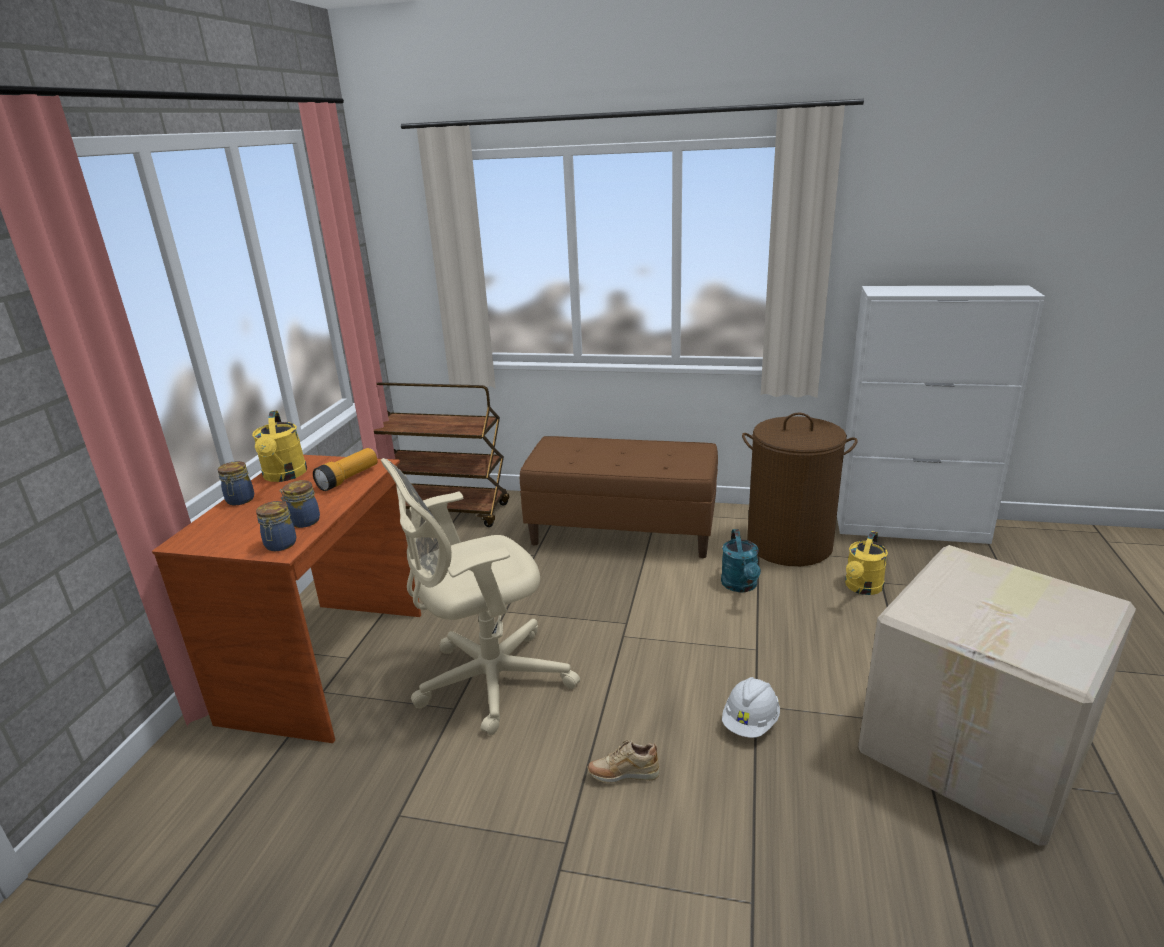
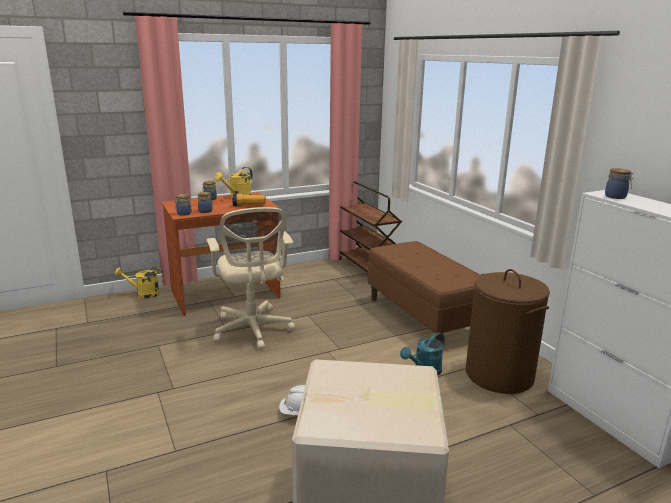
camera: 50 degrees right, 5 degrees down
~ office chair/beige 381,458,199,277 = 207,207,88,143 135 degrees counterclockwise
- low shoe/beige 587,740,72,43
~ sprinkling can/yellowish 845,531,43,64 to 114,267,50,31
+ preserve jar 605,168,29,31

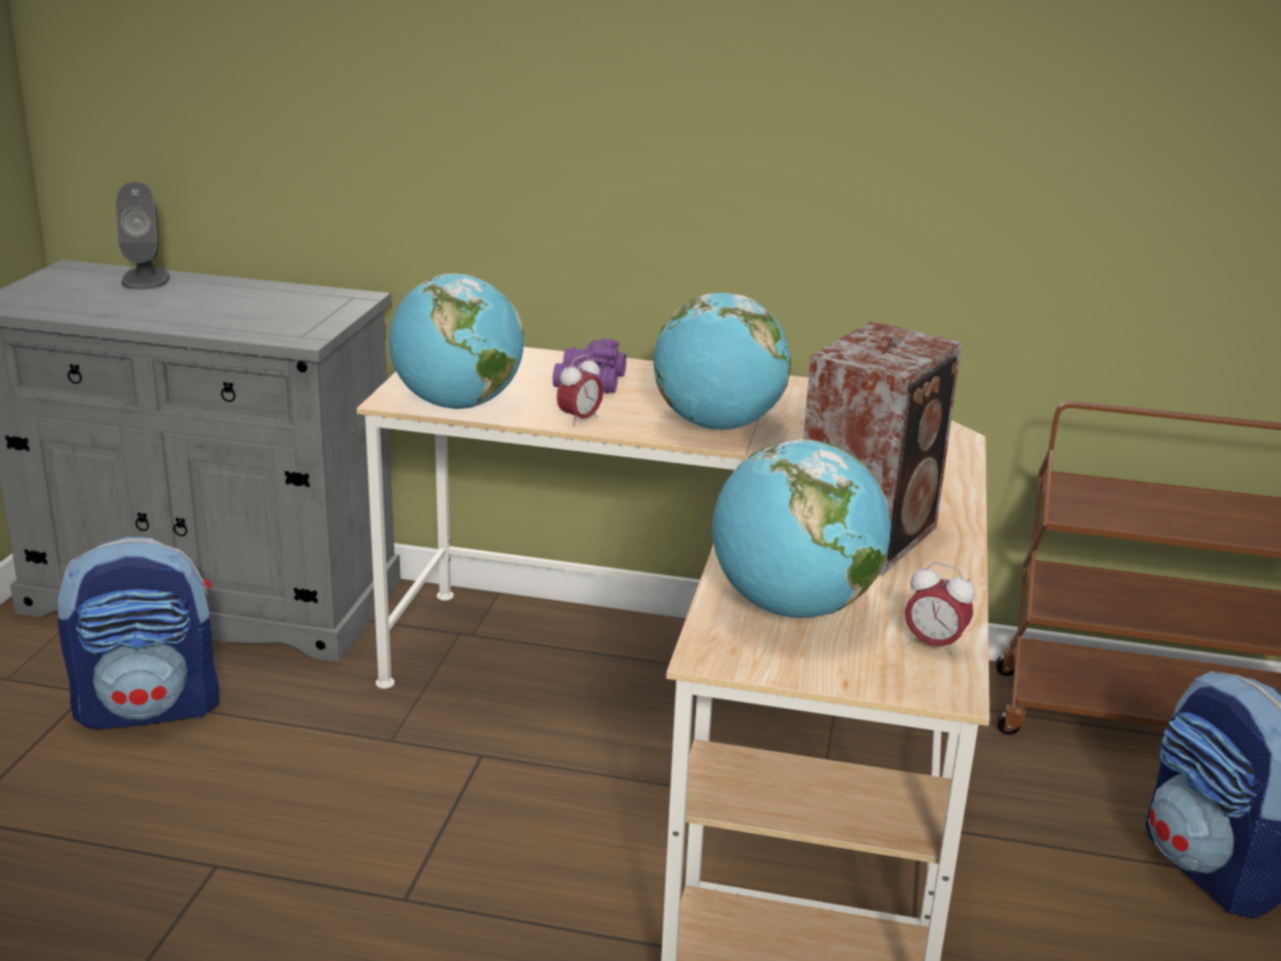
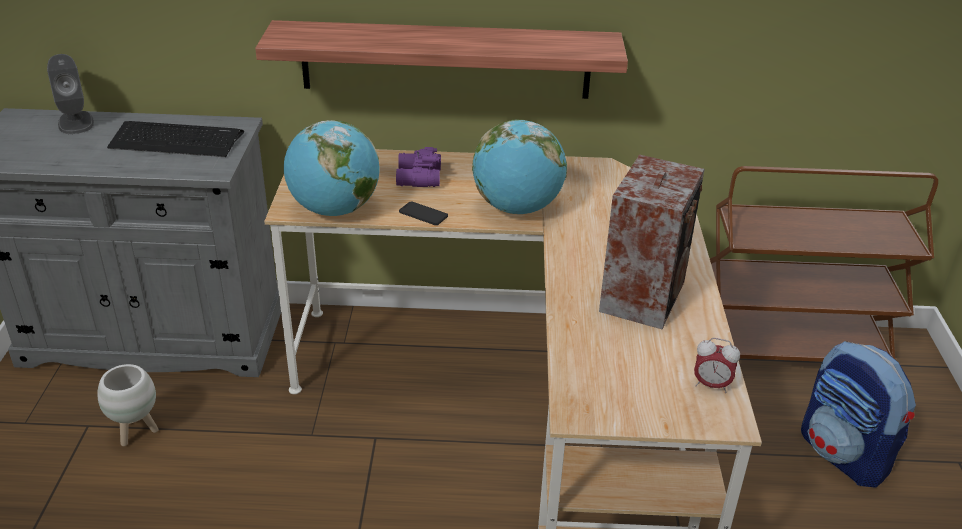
camera: 10 degrees left, 10 degrees up
~ backpack 58,536,161,193 to plant pot/whitish 97,364,62,82
~ table clock 557,355,47,72 to phone 399,202,49,23
- desk globe 712,439,178,179
+ keyboard 107,121,137,36
+ wall shelf 255,20,373,79

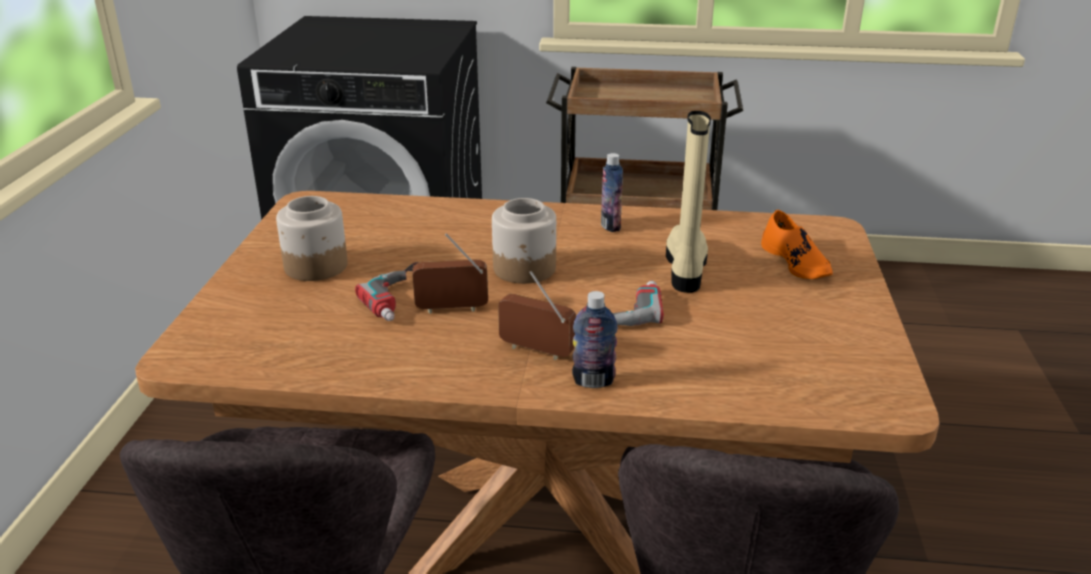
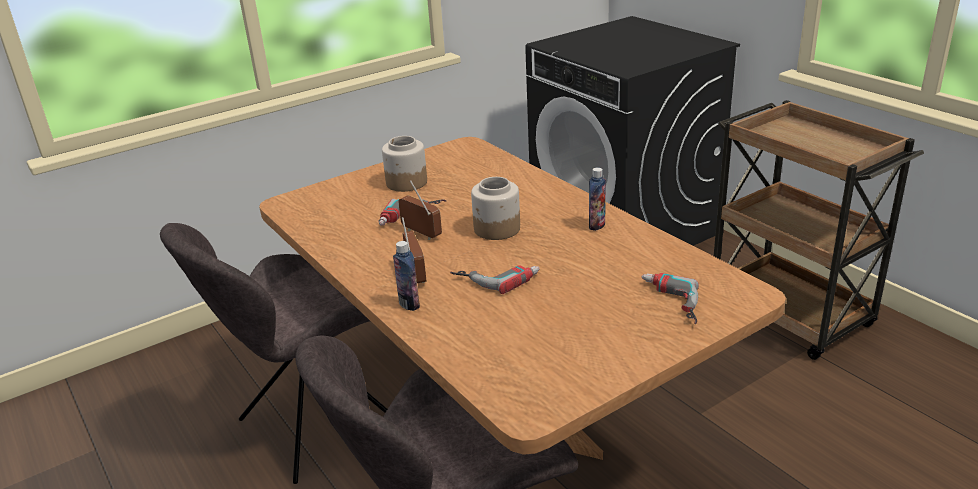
camera: 50 degrees right, 0 degrees up
- tall boot/beige 666,111,45,182
~ low shoe/orange 761,210,72,69 to power drill 641,273,58,51

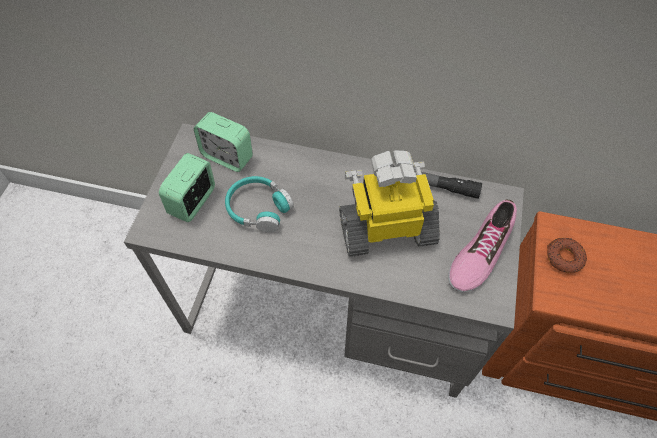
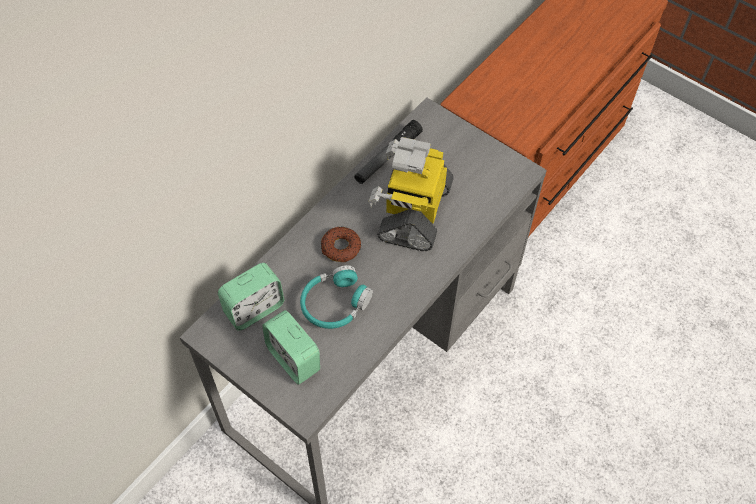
camera: 65 degrees left, 0 degrees up
- low shoe 448,200,69,93
~ doughnut 547,238,40,35 to 321,227,40,35

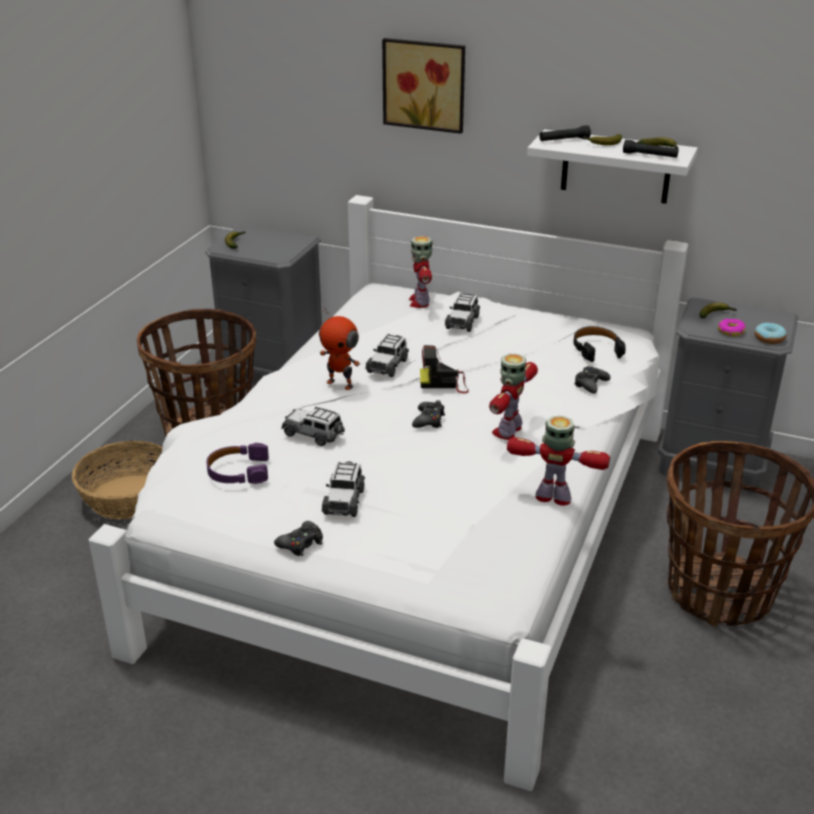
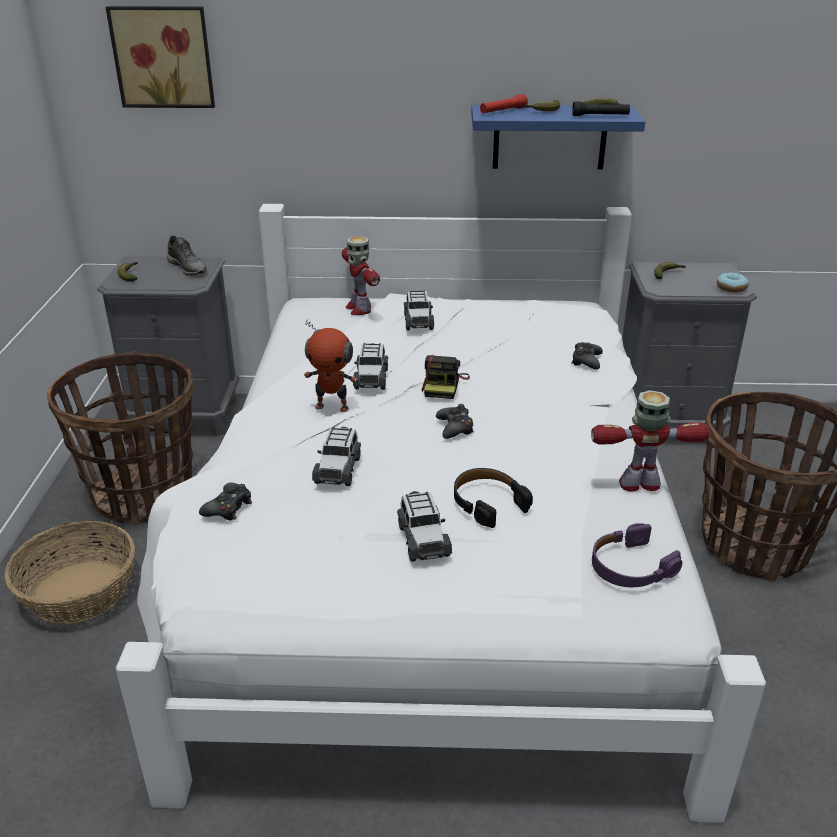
camera: 20 degrees left, 0 degrees up
~ headset/purple-coloured 206,443,63,41 to 592,523,90,64
~ gamepad/blackish 274,521,49,35 to 199,483,53,37
~ toy car 281,407,64,39 = 312,427,49,59 90 degrees counterclockwise
~ wall picture 382,38,83,96 to 106,6,109,102
~ still camera 420,345,49,49 = 422,355,48,44 60 degrees counterclockwise
- robot figure 489,354,49,86
~ wall shelf/whitish 527,129,171,75 to wall shelf/blue 471,105,174,65
~ hand torch/blackish 539,125,52,16 to hand torch/red-coloured 480,94,48,20
~ headset/blackish 573,326,53,36 to 454,468,79,60
- doughnut 718,319,28,17
+ low shoe/gray 167,236,40,39

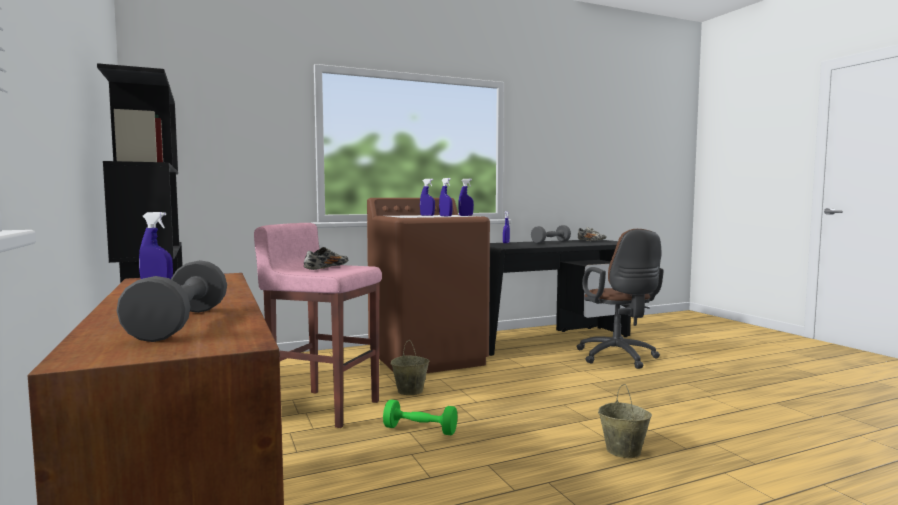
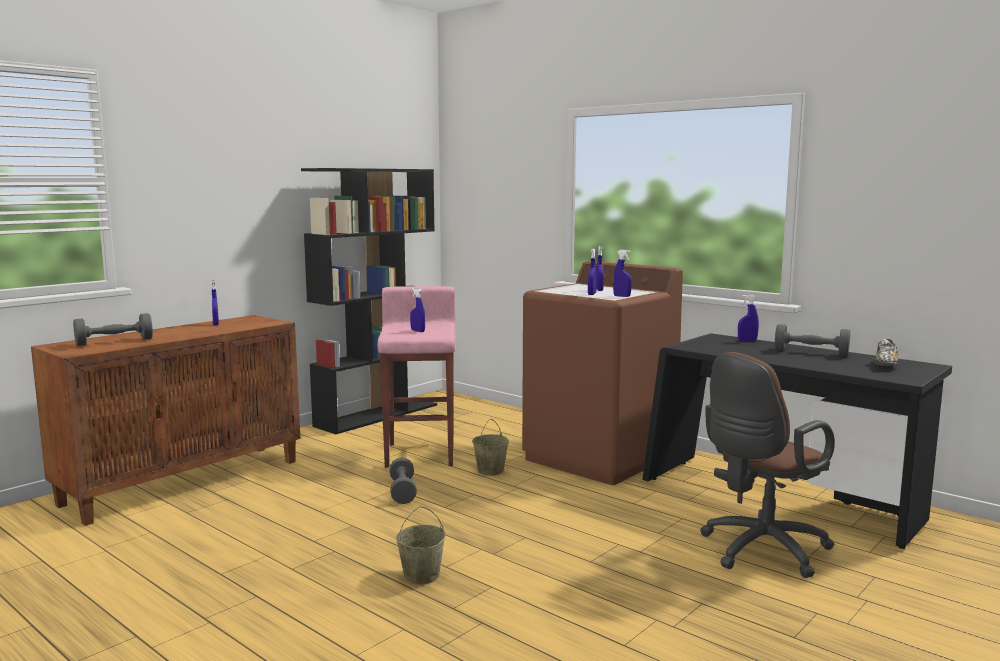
camera: 65 degrees right, 5 degrees up
~ low shoe 304,247,45,23 to hand sprayer/blue 410,288,15,44
~ free weight/green-coloured 383,400,74,36 to free weight/gray 389,458,28,46

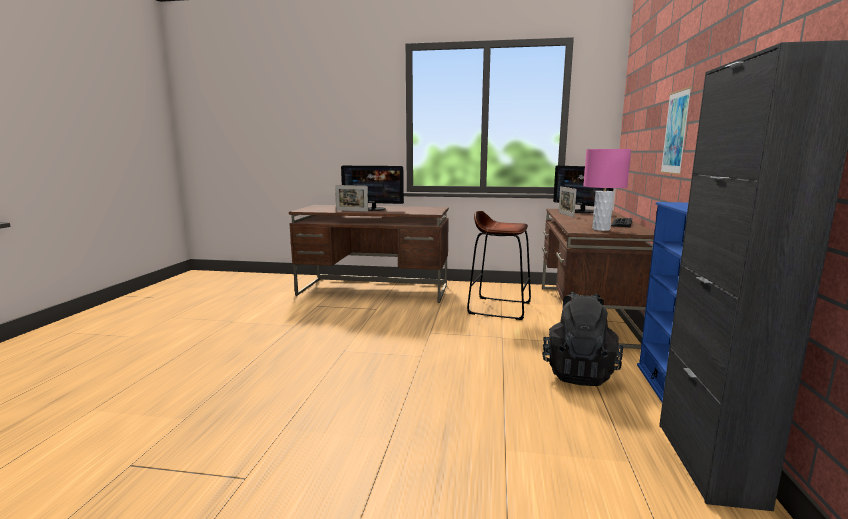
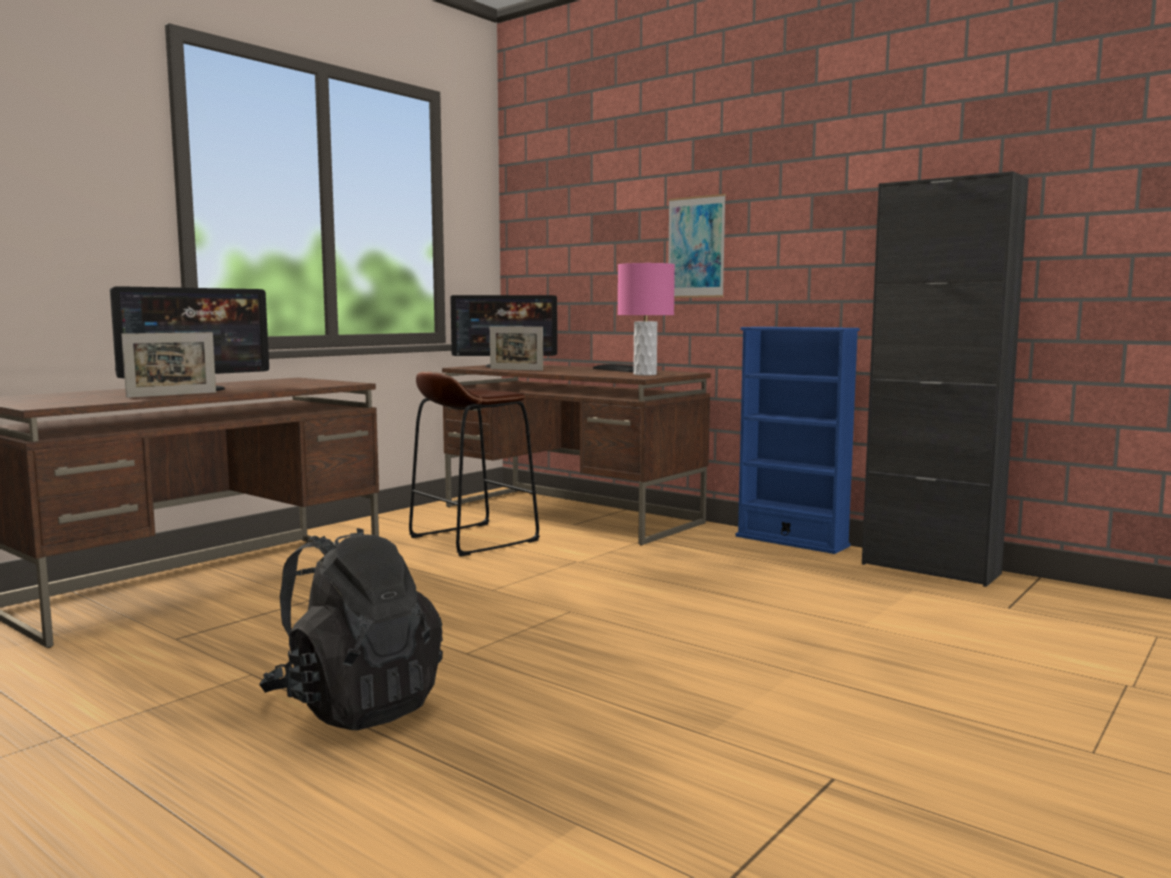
camera: 60 degrees left, 5 degrees down
~ backpack/blackish 542,292,82,94 to 259,528,184,202

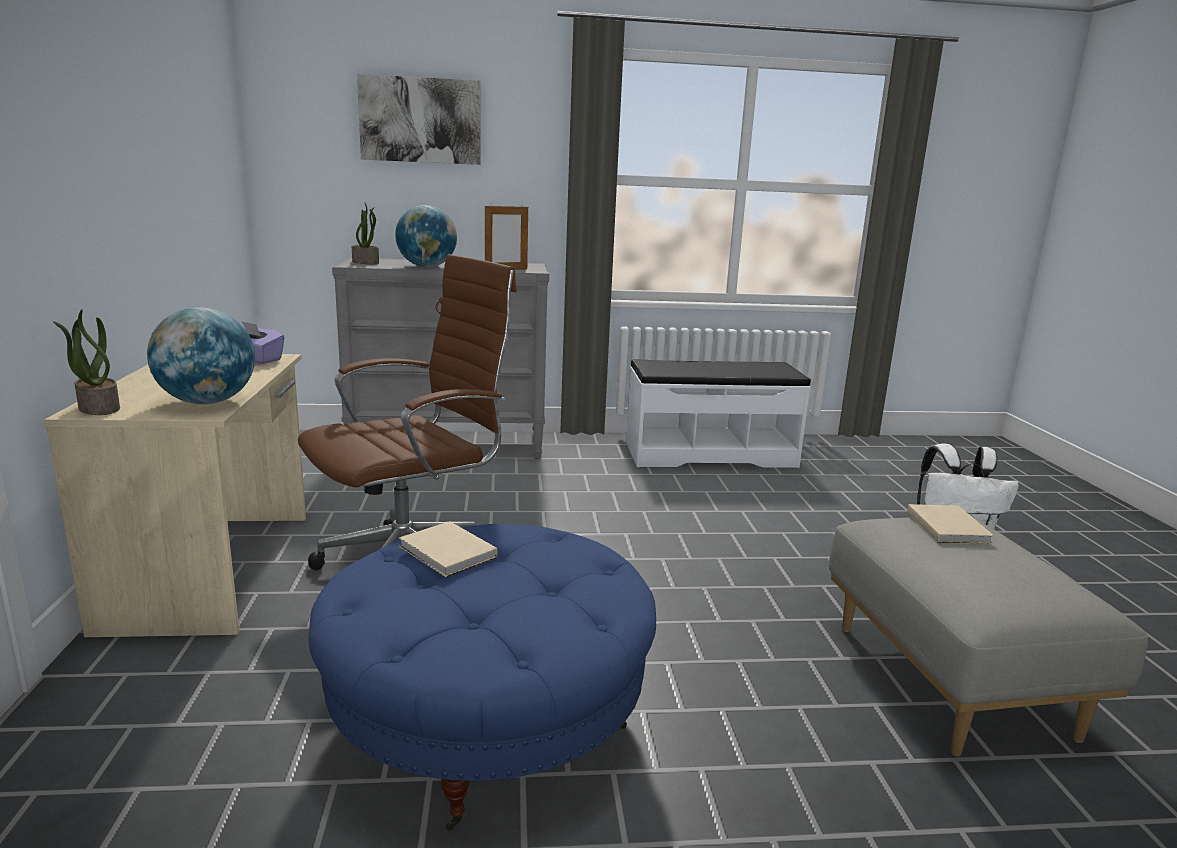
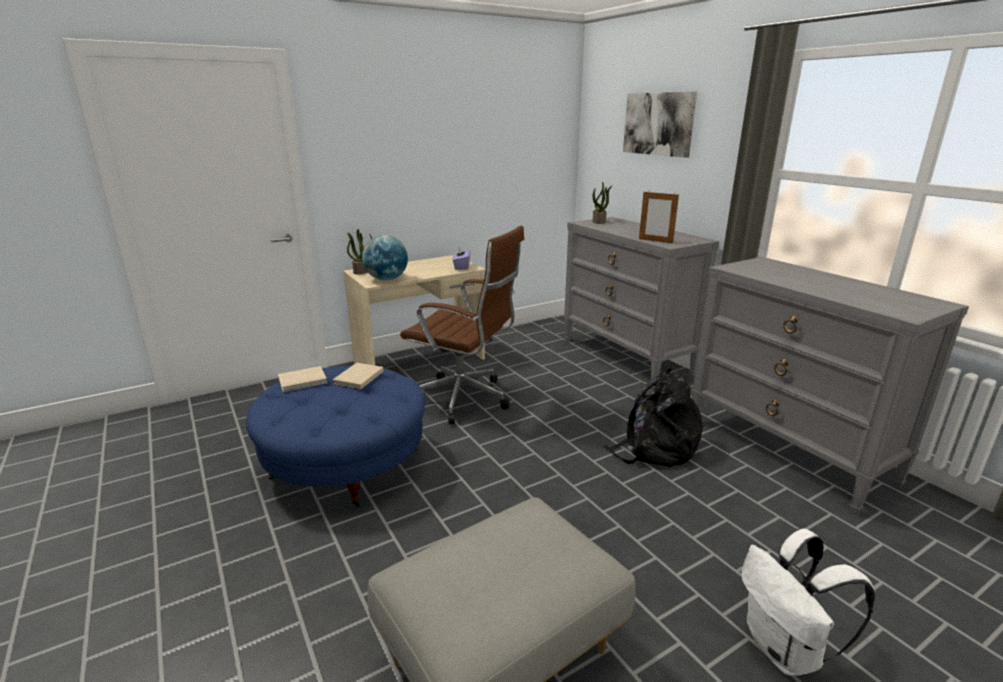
camera: 65 degrees right, 5 degrees up
- desk globe 395,205,62,62
~ long seat/whitish 626,359,185,109 to chest of drawers/gray 691,257,278,258
~ bound book/beige 907,504,87,40 to 278,366,49,26
+ backpack/blackish 603,365,100,102

